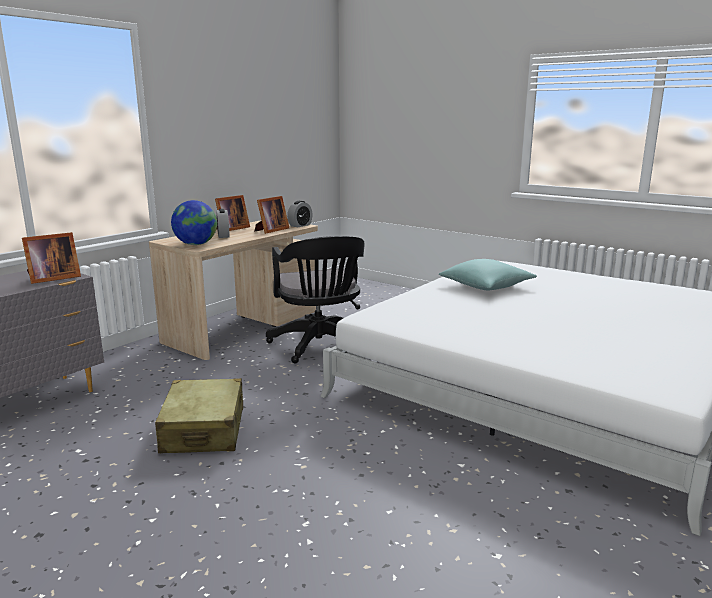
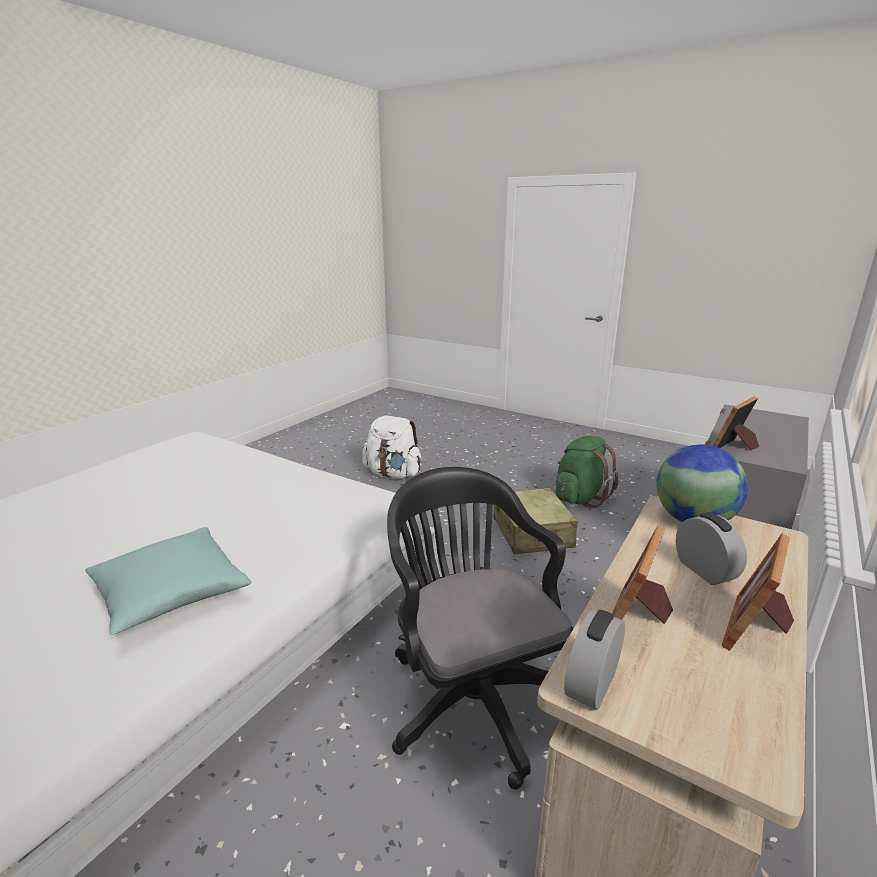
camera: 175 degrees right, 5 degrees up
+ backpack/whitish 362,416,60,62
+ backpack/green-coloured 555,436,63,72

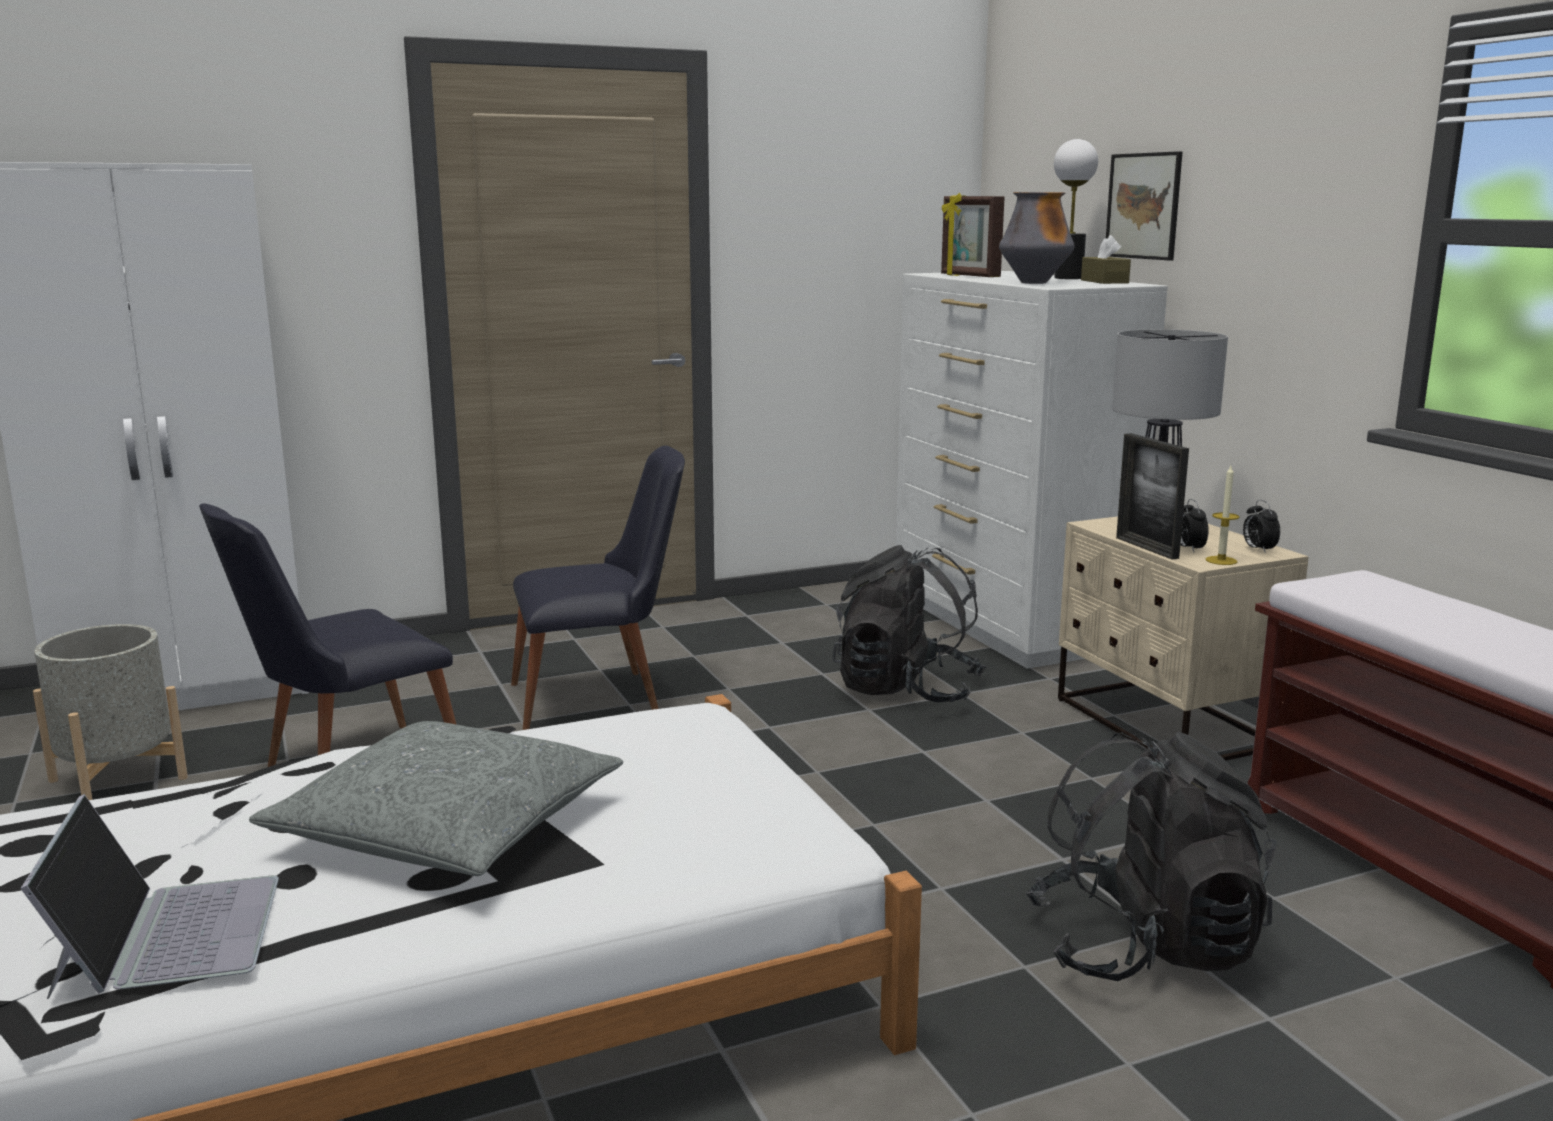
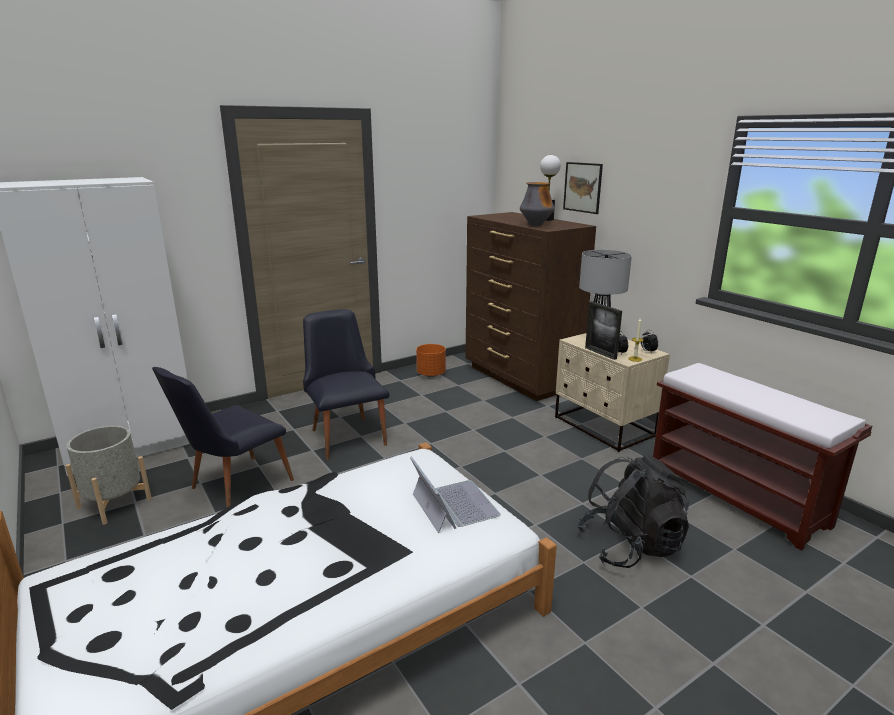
camera: 10 degrees left, 5 degrees up
~ notebook computer 20,794,259,205 to 410,457,91,76
- pillow/gray 249,721,374,155
~ upright chair/blackish 511,446,174,284 = 303,309,86,151 90 degrees counterclockwise
- backpack/blackish 832,545,154,158
~ chest of drawers/whitish 896,271,272,398 to chest of drawers/brown-coloured 466,212,130,189
- picture frame 941,193,64,84
- tissue holder/brown-coloured 1081,235,50,49
+ plant pot/orange 416,344,30,33

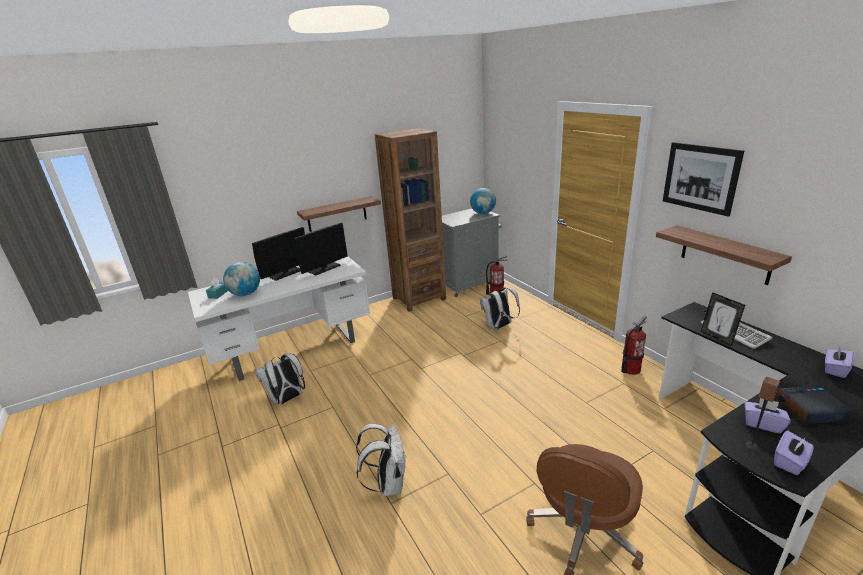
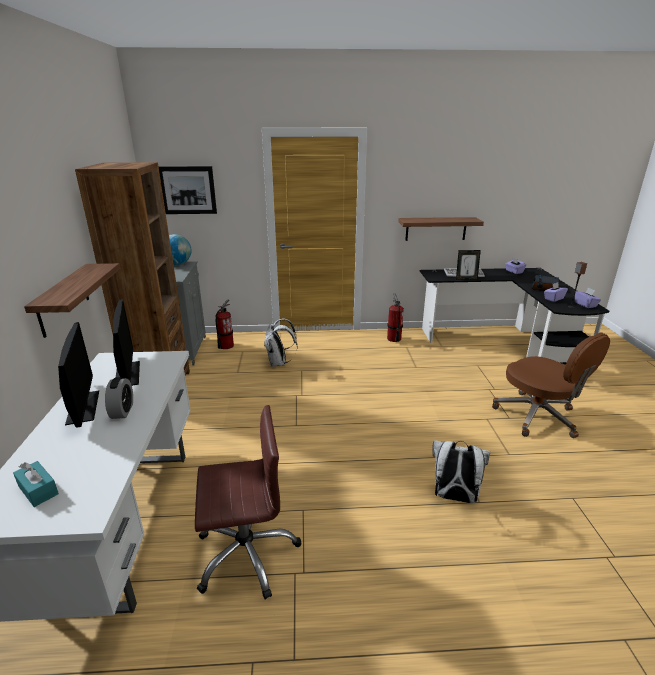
camera: 65 degrees left, 0 degrees up
- desk globe 223,262,37,34
~ backpack/whitish 255,353,50,52 to office chair/brown-coloured 195,405,107,195
~ wall picture 663,142,81,75 to 159,166,58,48
+ table clock 105,377,28,42

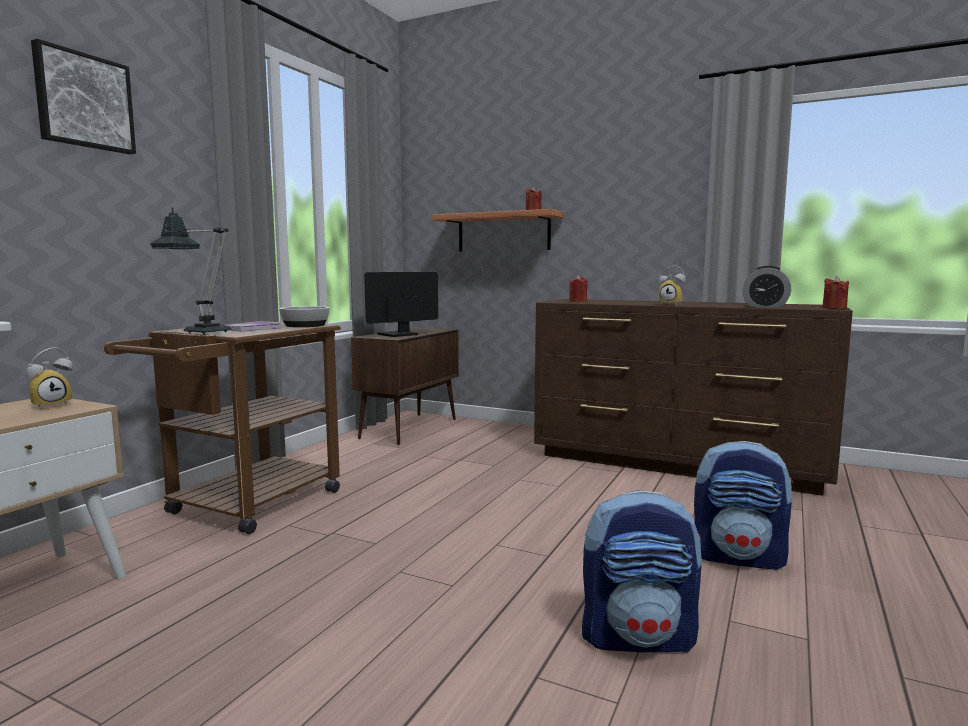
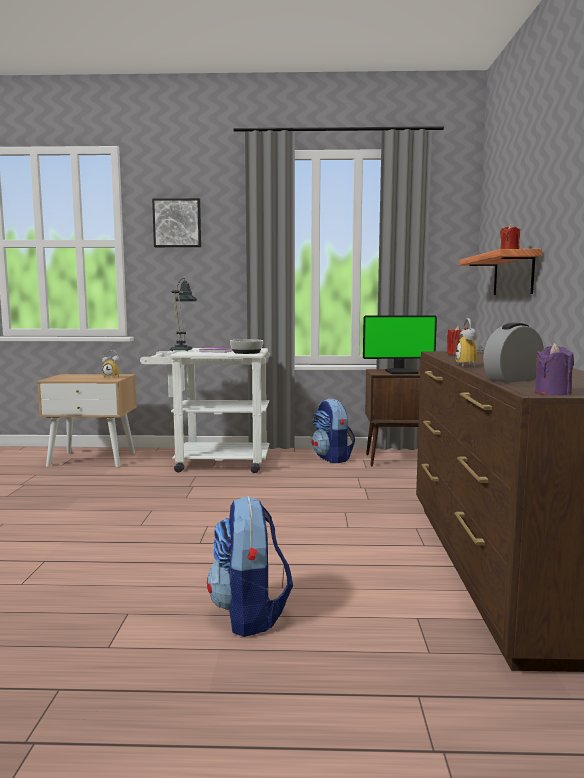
camera: 65 degrees right, 0 degrees up
~ wheeled cart/brown-coloured 104,321,237,213 to wheeled cart/whitish 140,348,130,125
~ computer screen 364,272,74,65 = 363,315,74,59 150 degrees clockwise
~ backpack 582,490,120,163 to 311,399,44,64
~ table clock 742,266,49,42 = 483,323,61,60 60 degrees clockwise
~ candle/red-coloured 822,276,27,33 to candle/purple-coloured 535,343,39,53

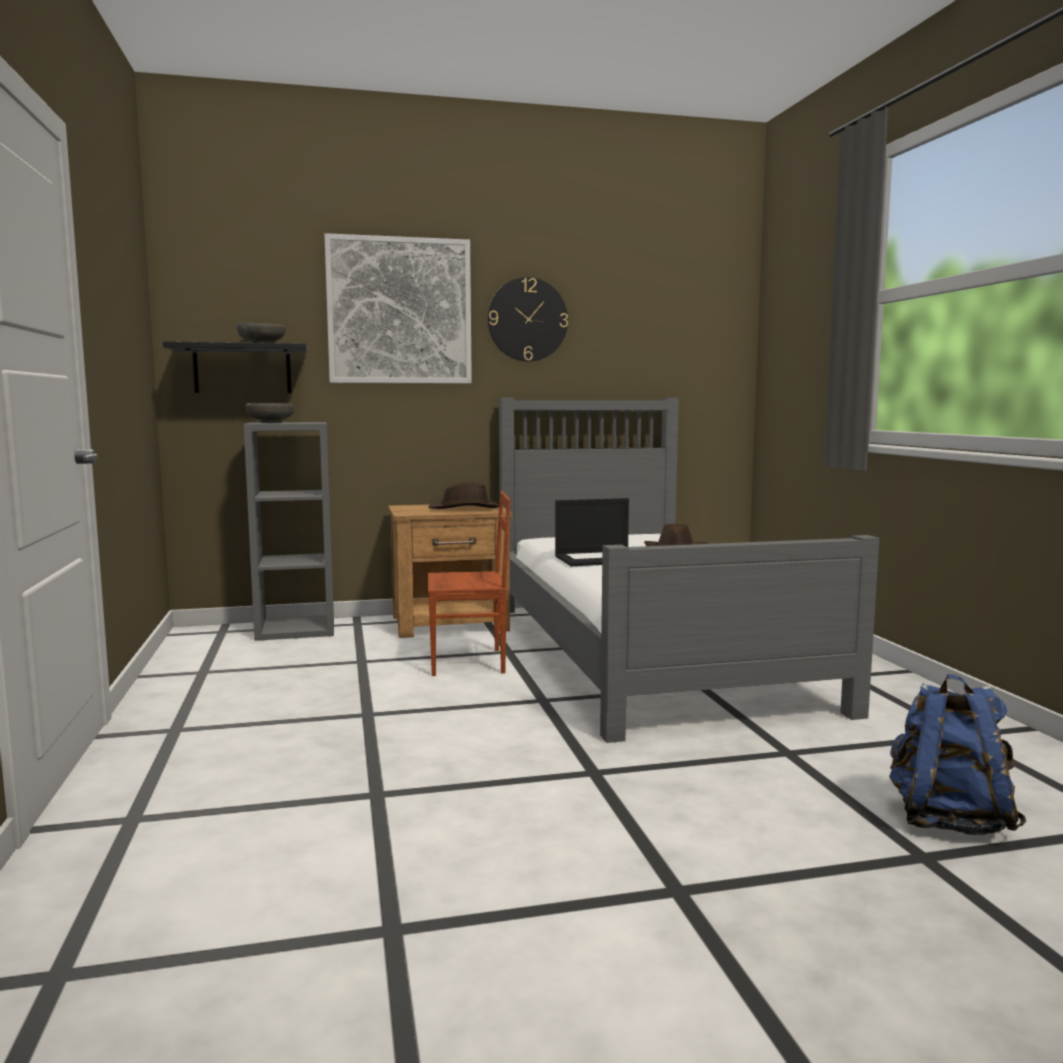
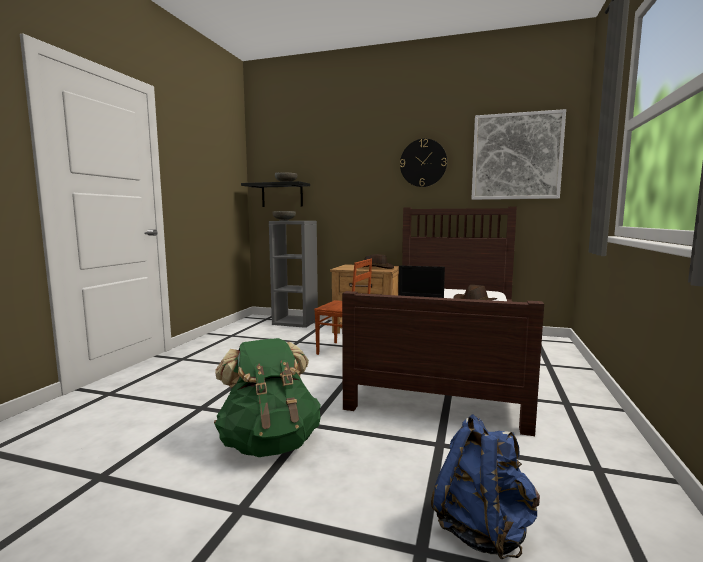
camera: 30 degrees right, 0 degrees up
~ wall picture 324,233,148,151 to 472,109,94,91
~ bed/gray 499,397,380,346 to bed/brown-coloured 342,207,202,229
+ backpack/green-coloured 214,338,107,119

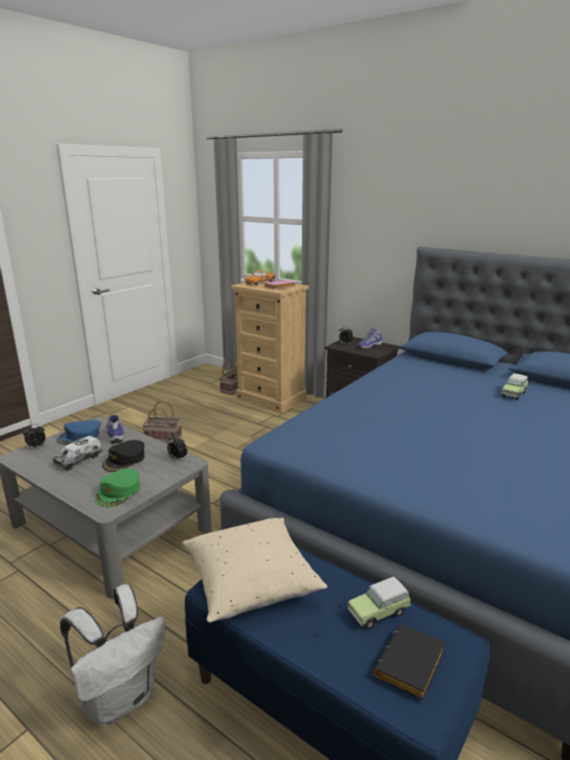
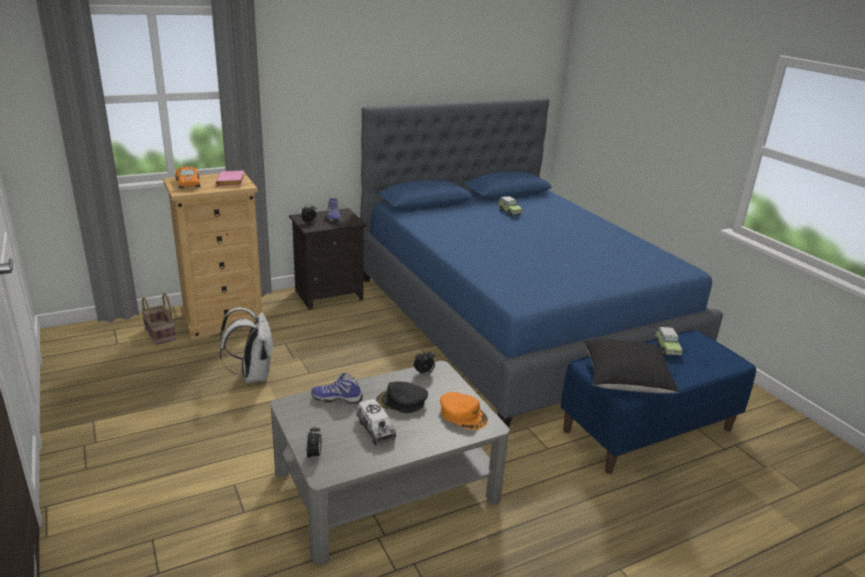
camera: 65 degrees left, 5 degrees up
- peaked cap/blue 56,420,45,25
~ backpack/whitish 60,584,105,142 to 220,307,54,76
~ peaked cap/green-coloured 95,468,45,39 to peaked cap/orange 440,392,48,38
~ peaked cap/blackish 102,440,43,32 = 376,381,52,32 135 degrees clockwise
- basket 142,400,40,44
~ pillow/beige 182,518,145,105 to pillow/blackish 584,340,96,53
- bound book/blackish 373,624,72,76

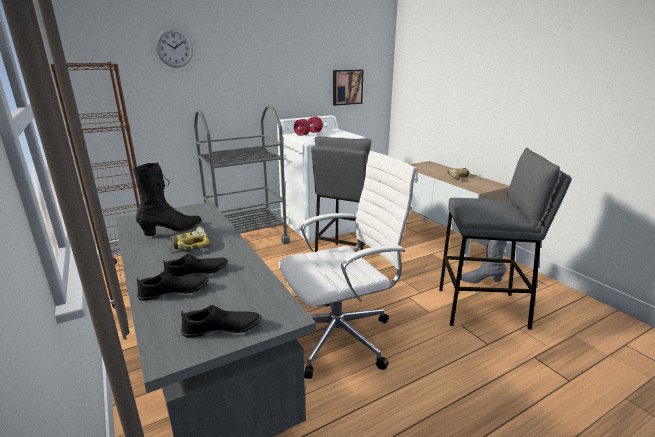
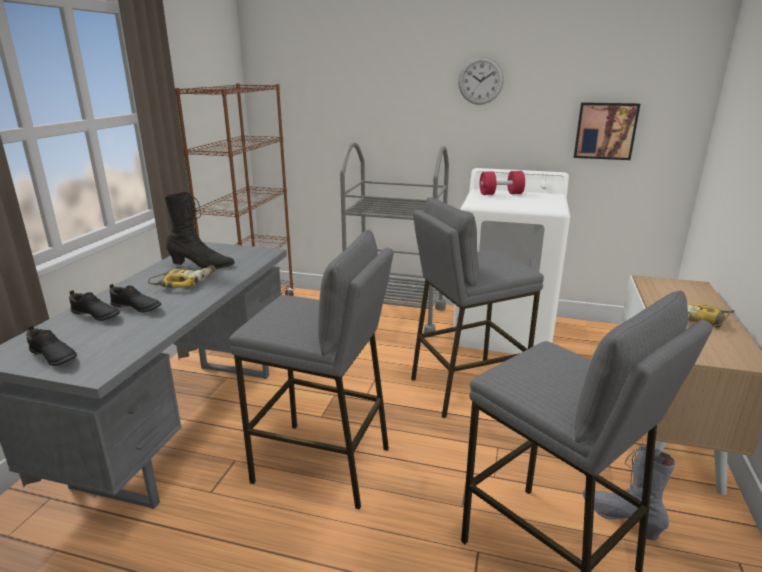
camera: 45 degrees right, 0 degrees up
~ hanging clock 155,28,38,40 to 458,57,46,48
~ office chair/whitish 278,151,139,228 to stool/gray 229,230,165,280

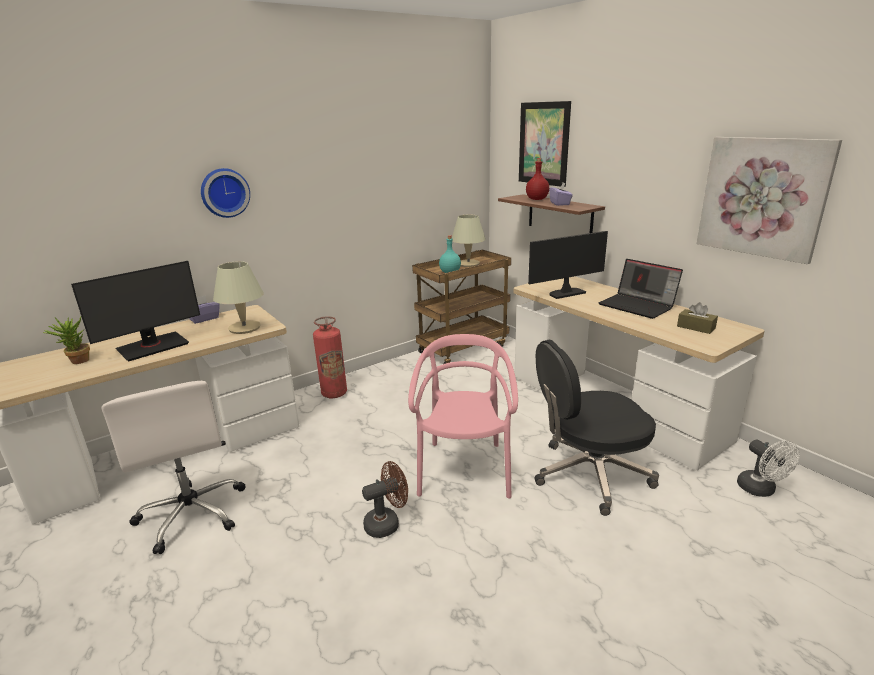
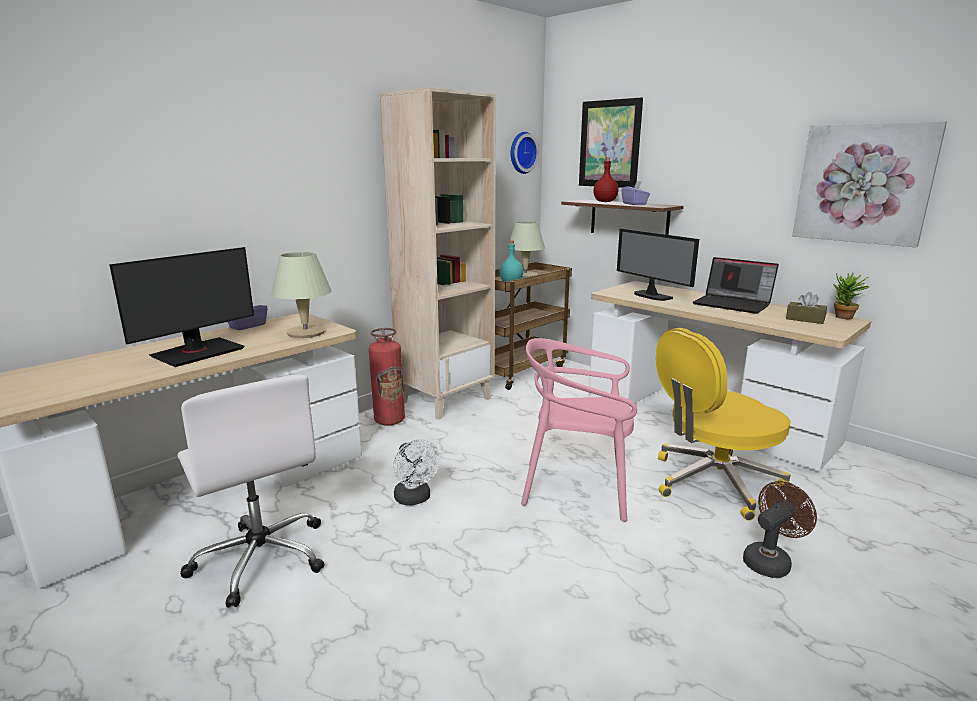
camera: 10 degrees left, 5 degrees down
~ potted plant 43,317,47,47 to 833,273,36,46
~ hanging clock 201,168,49,50 to 510,132,29,42
~ fan/brown-coloured 362,461,46,77 to 743,481,74,97
~ upright chair/pinkish 408,334,110,164 = 521,338,116,184 75 degrees counterclockwise
~ computer screen 528,231,80,68 = 617,228,82,73 90 degrees counterclockwise
~ office chair/blackish 534,340,125,176 to office chair/yellowish 656,328,134,193
~ fan/whitish 737,440,63,57 to 393,439,47,66
+ bookshelf/beige 380,87,116,333

